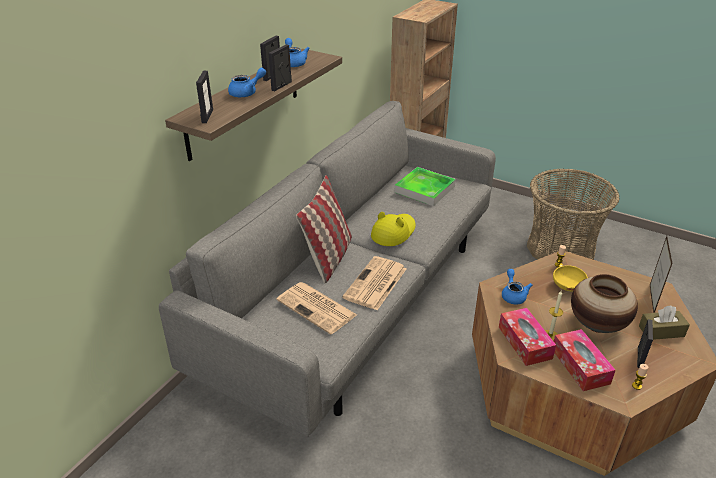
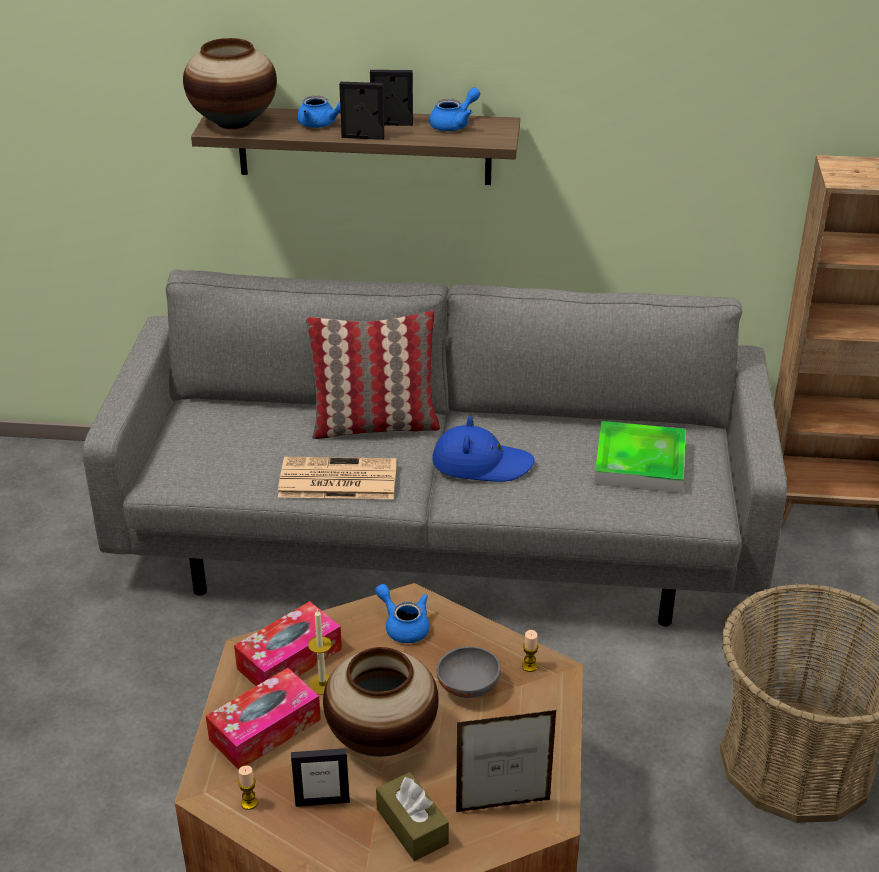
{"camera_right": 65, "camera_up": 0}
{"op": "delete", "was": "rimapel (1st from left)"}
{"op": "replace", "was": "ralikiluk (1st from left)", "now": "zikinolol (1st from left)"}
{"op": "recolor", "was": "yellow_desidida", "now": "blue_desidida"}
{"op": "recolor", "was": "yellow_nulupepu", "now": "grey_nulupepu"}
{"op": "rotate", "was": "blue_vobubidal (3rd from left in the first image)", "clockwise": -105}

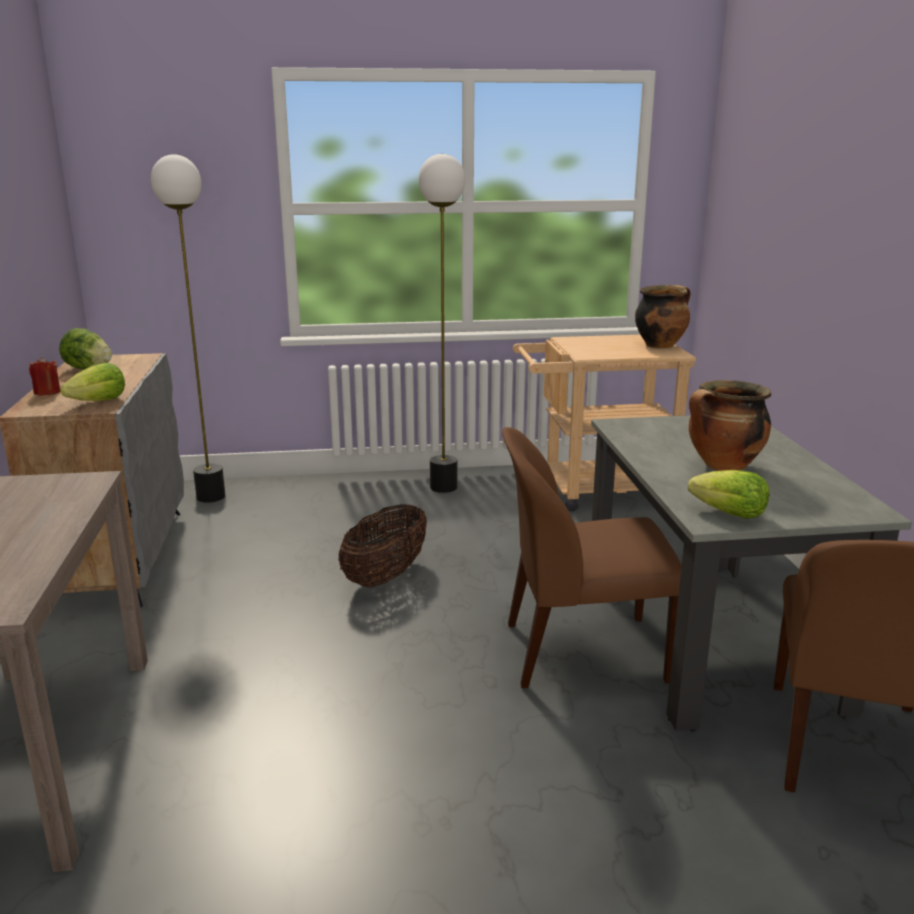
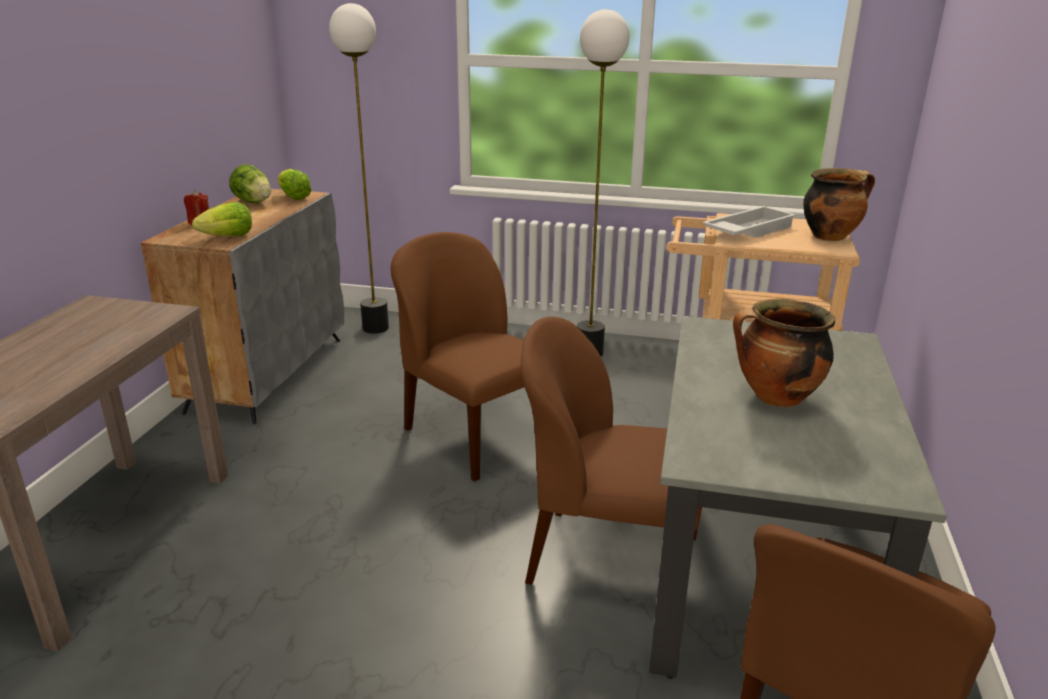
{"camera_right": 20, "camera_up": 5}
{"op": "insert", "now": "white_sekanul"}
{"op": "move", "was": "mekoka (3rd from left)"}
{"op": "replace", "was": "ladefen", "now": "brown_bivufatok (1st from left)"}

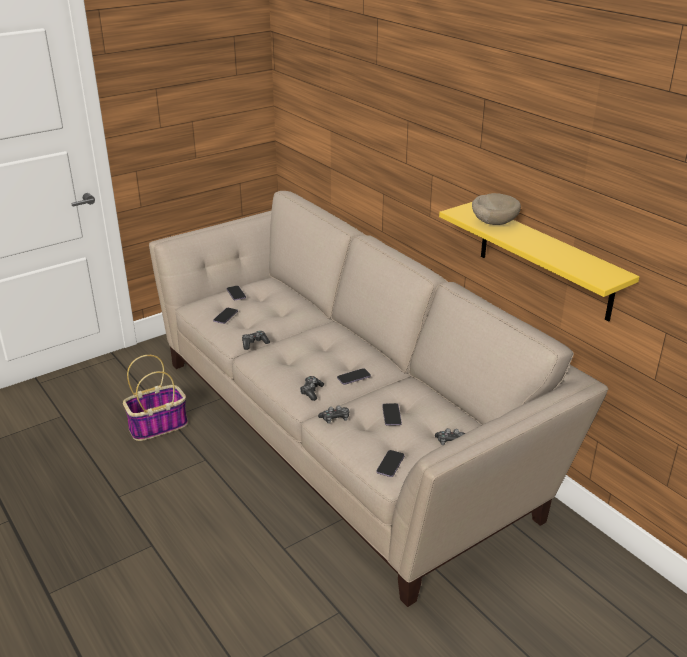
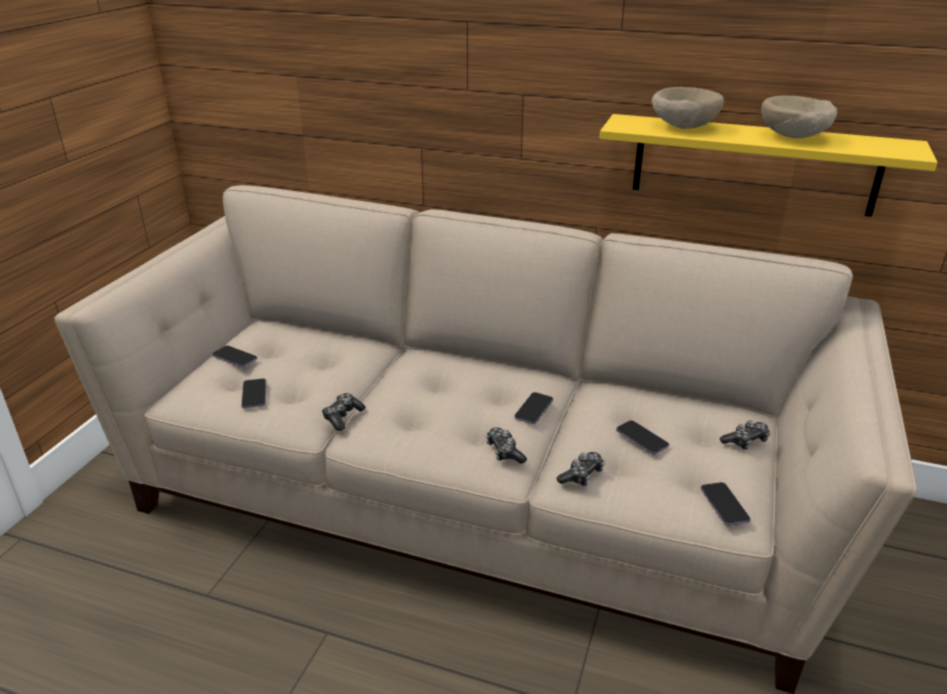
{"camera_right": -35, "camera_up": 0}
{"op": "delete", "was": "ladefen"}
{"op": "insert", "now": "beige_nulupepu (2nd from left)"}

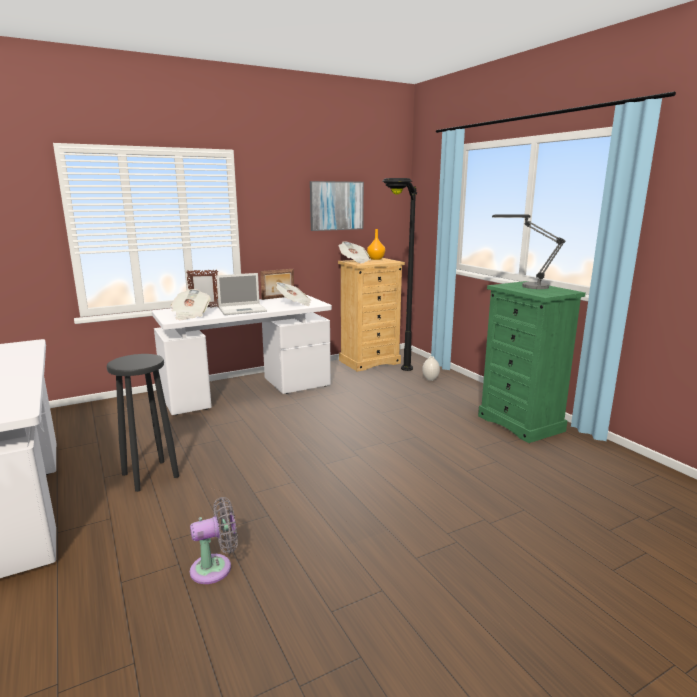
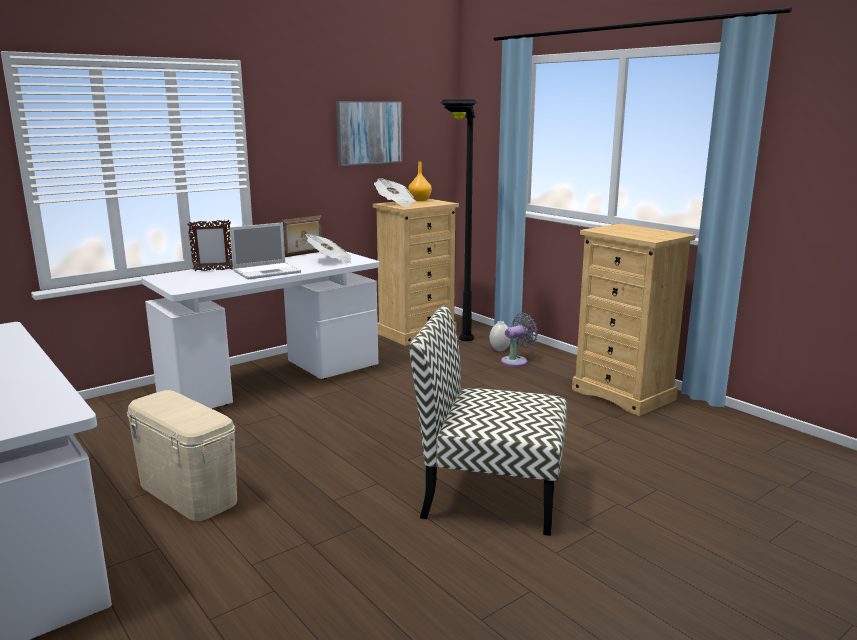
{"camera_right": -10, "camera_up": 0}
{"op": "delete", "was": "rimapel (1st from left)"}
{"op": "delete", "was": "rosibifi"}
{"op": "insert", "now": "bivufatok"}
{"op": "move", "was": "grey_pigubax"}
{"op": "replace", "was": "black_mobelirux", "now": "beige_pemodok"}
{"op": "recolor", "was": "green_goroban", "now": "beige_goroban (2nd from left)"}

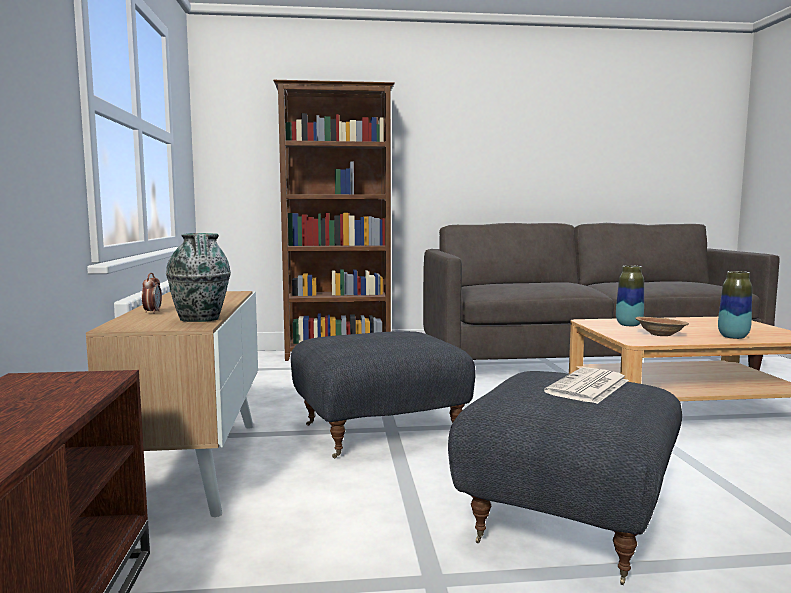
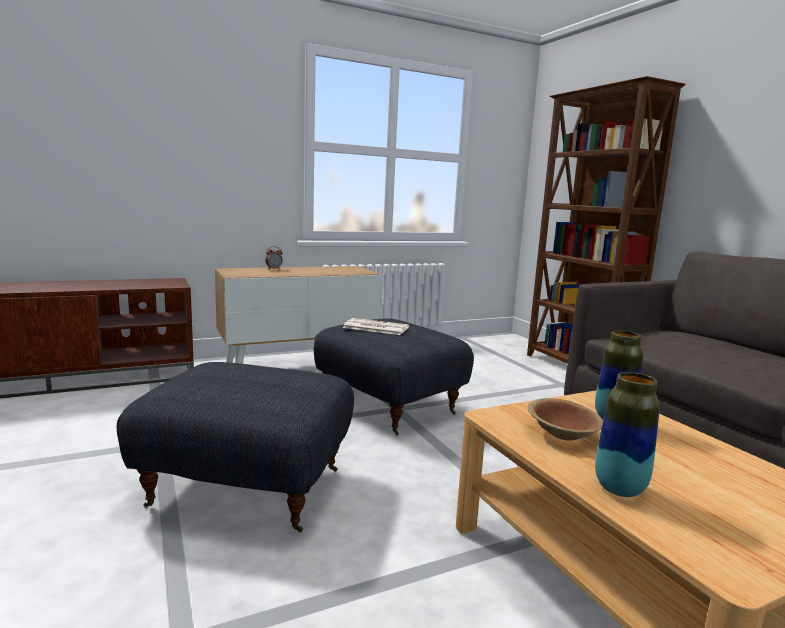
{"camera_right": 70, "camera_up": 5}
{"op": "delete", "was": "zikinolol (1st from left)"}
{"op": "move", "was": "rimapel"}

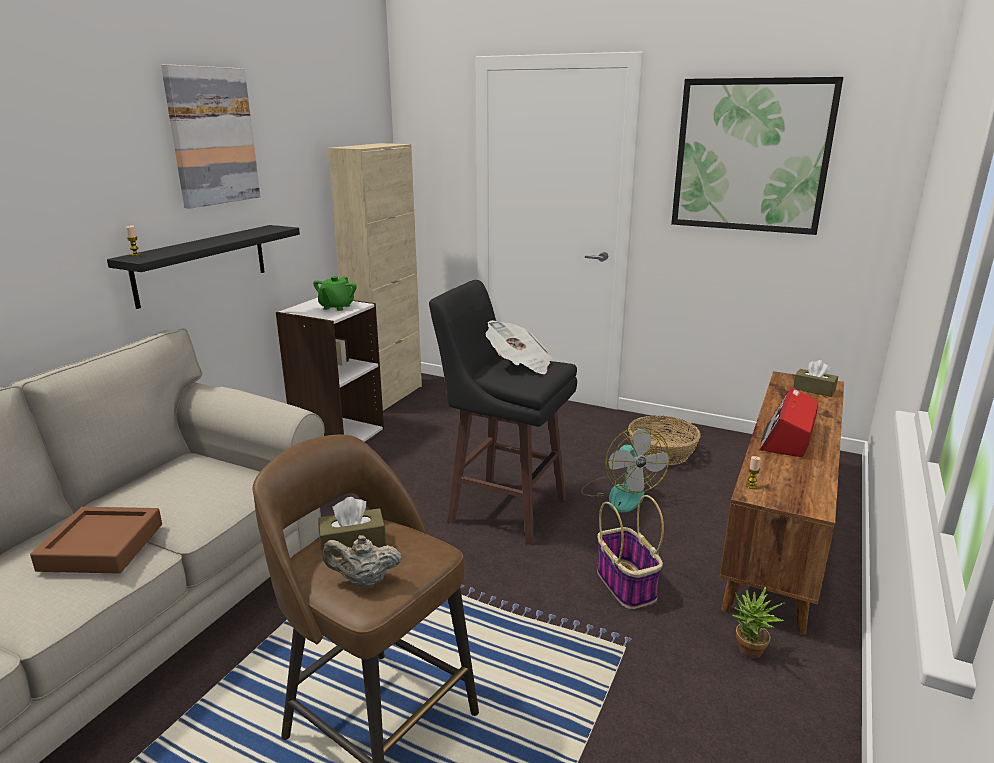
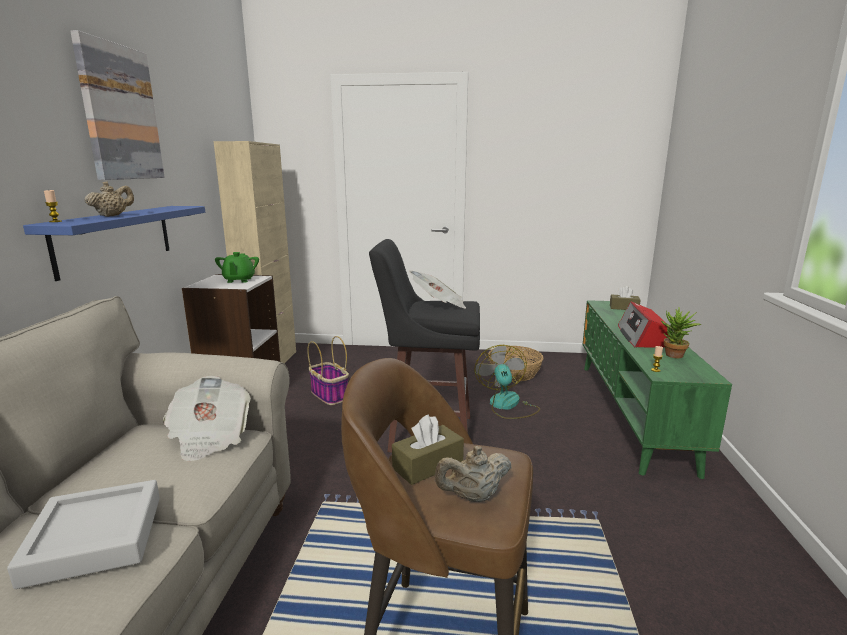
{"camera_right": -20, "camera_up": -5}
{"op": "delete", "was": "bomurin (2nd from left)"}
{"op": "insert", "now": "beige_vobubidal (1st from left)"}
{"op": "insert", "now": "rimapel (1st from left)"}
{"op": "move", "was": "ladefen (1st from left)"}
{"op": "move", "was": "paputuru"}
{"op": "recolor", "was": "brown_sekanul", "now": "grey_sekanul"}
{"op": "recolor", "was": "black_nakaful", "now": "blue_nakaful"}
{"op": "recolor", "was": "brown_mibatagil", "now": "green_mibatagil"}
{"op": "rotate", "was": "pigubax", "clockwise": -150}

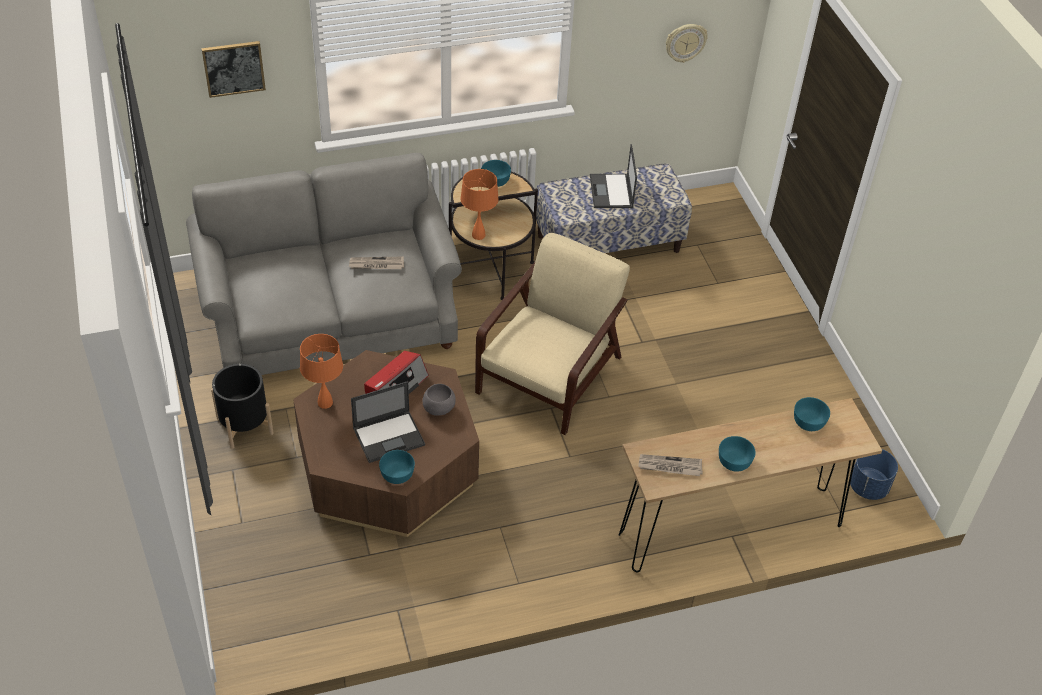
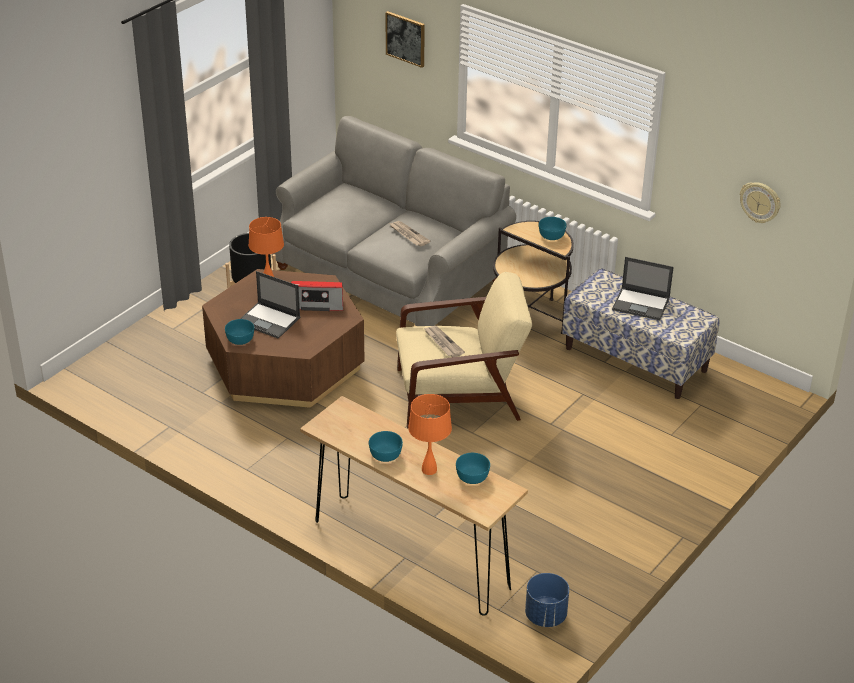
{"camera_right": 55, "camera_up": -10}
{"op": "delete", "was": "grey_nulupepu"}
{"op": "move", "was": "orange_rosibifi (2nd from left)"}
{"op": "move", "was": "rimapel (2nd from left)"}
{"op": "rotate", "was": "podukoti (2nd from left)", "clockwise": -120}

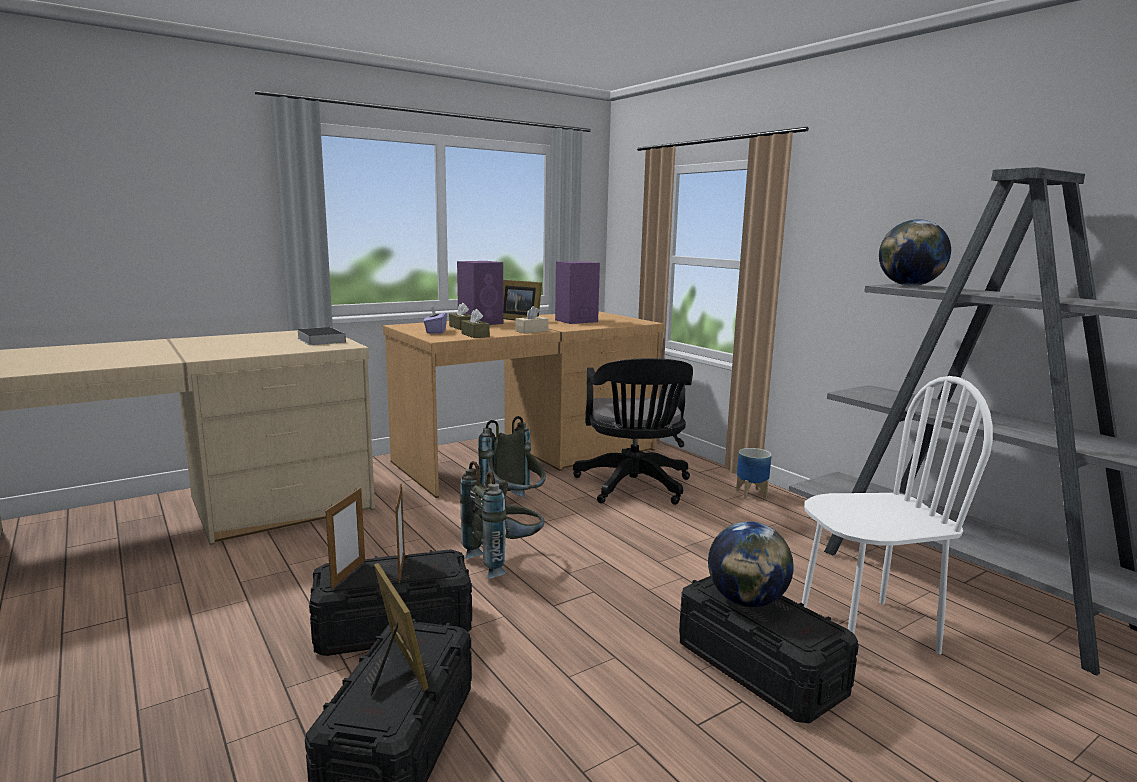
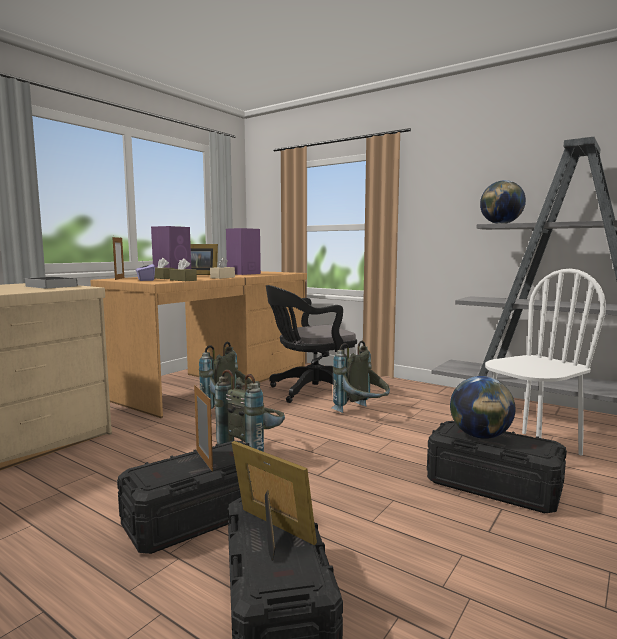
{"camera_right": -20, "camera_up": -5}
{"op": "delete", "was": "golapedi"}
{"op": "insert", "now": "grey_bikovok (3rd from left)"}
{"op": "move", "was": "ralikiluk (1st from left)"}
{"op": "rotate", "was": "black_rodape", "clockwise": 90}

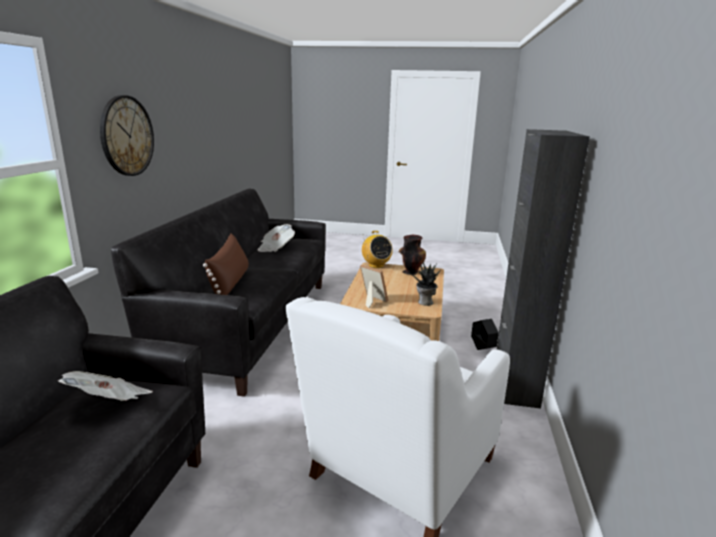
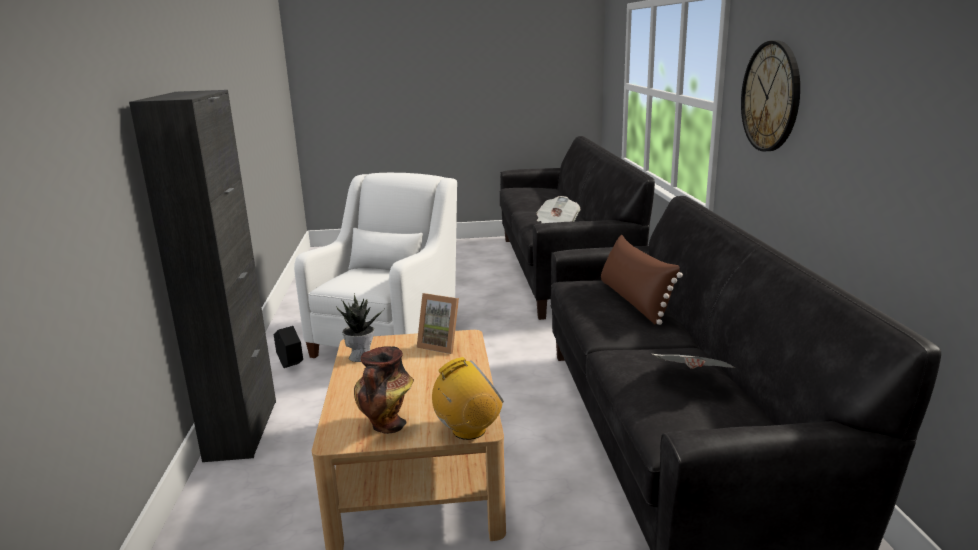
{"camera_right": 165, "camera_up": 0}
{"op": "move", "was": "black_golapedi"}
{"op": "rotate", "was": "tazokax", "clockwise": 105}

